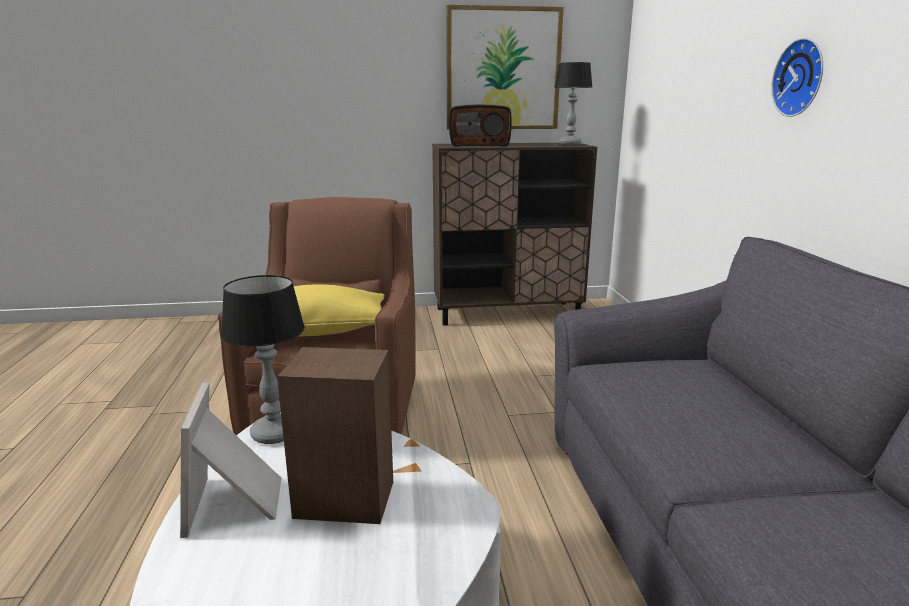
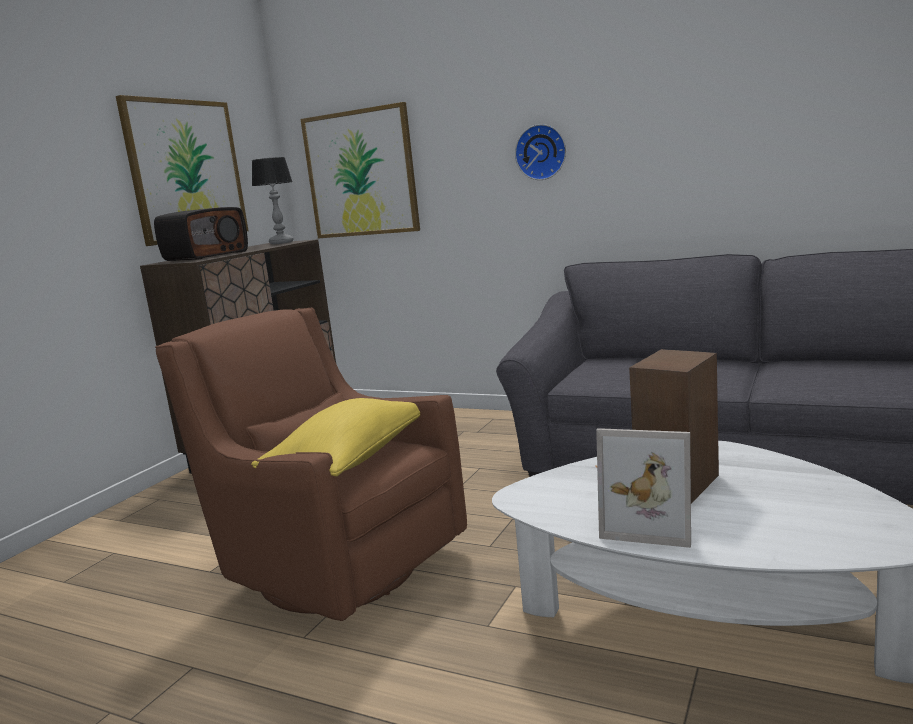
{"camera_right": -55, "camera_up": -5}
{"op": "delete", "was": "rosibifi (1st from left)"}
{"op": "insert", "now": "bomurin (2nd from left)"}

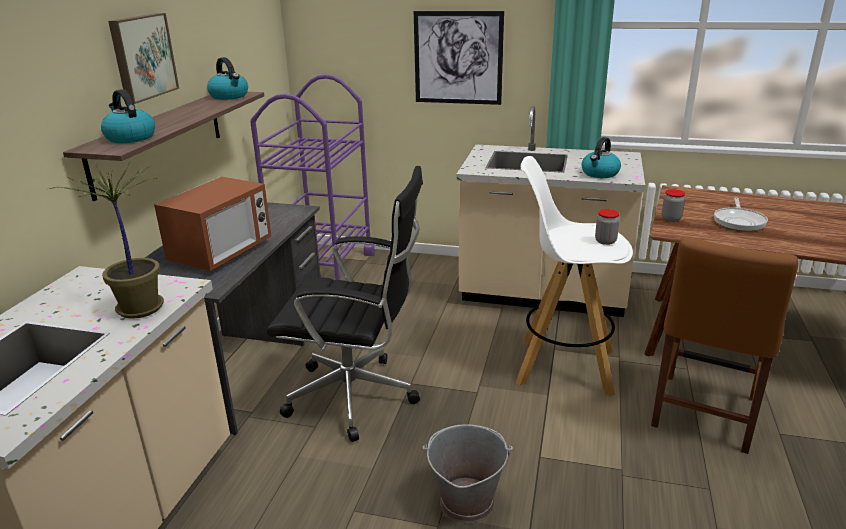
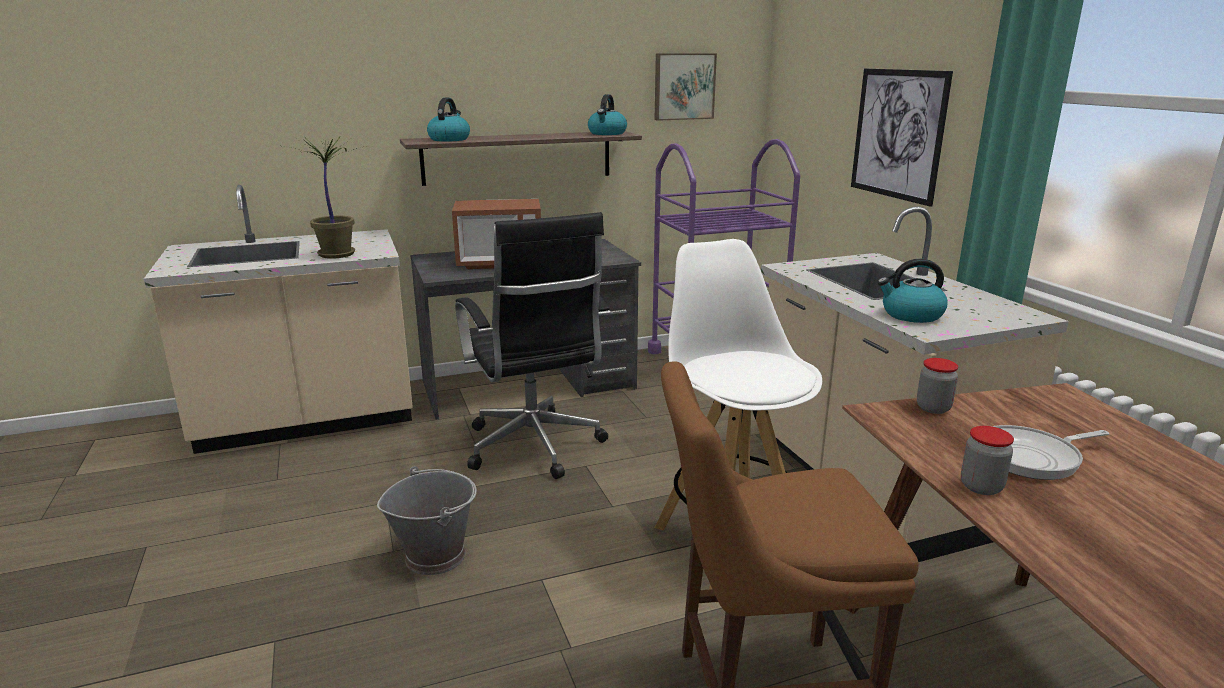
{"camera_right": 55, "camera_up": -5}
{"op": "move", "was": "bomurin (1st from left)"}
{"op": "move", "was": "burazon (1st from left in the first image)", "now": "burazon (2nd from left)"}

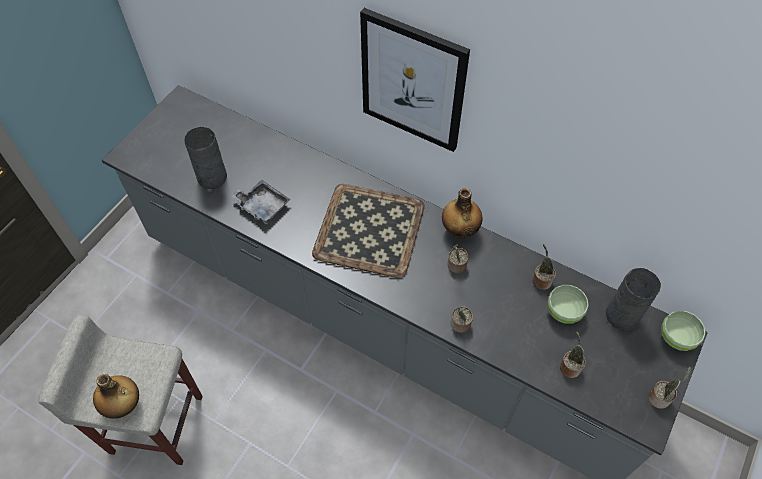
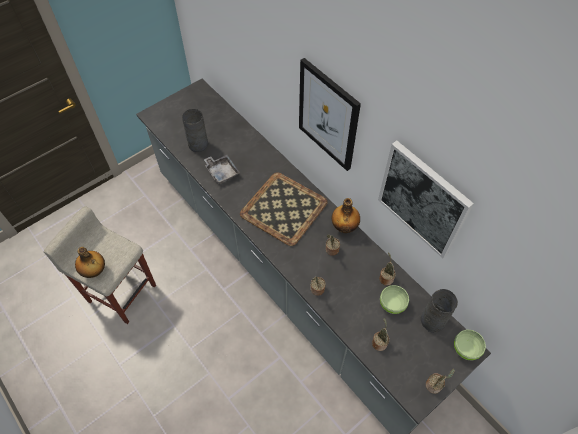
{"camera_right": 20, "camera_up": 0}
{"op": "insert", "now": "bomurin (2nd from left)"}

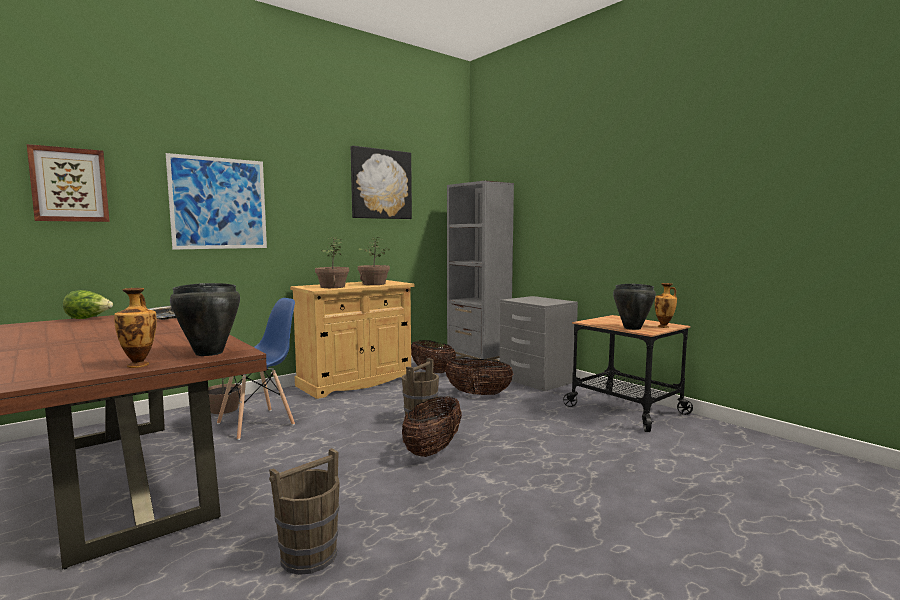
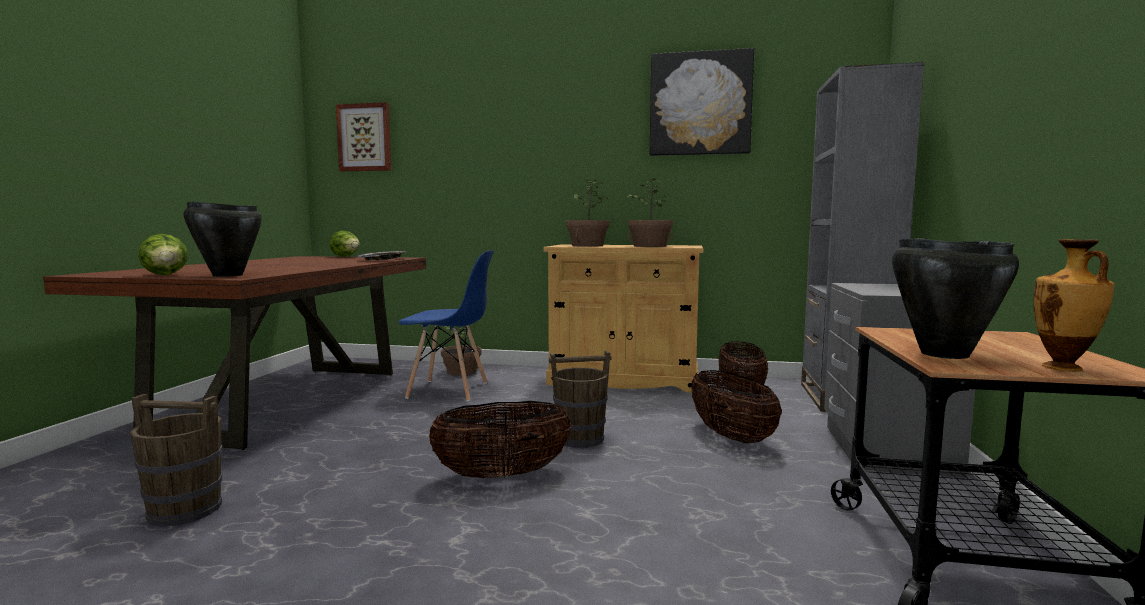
{"camera_right": 50, "camera_up": 0}
{"op": "delete", "was": "bomurin (2nd from left)"}
{"op": "replace", "was": "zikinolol (1st from left)", "now": "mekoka (1st from left)"}

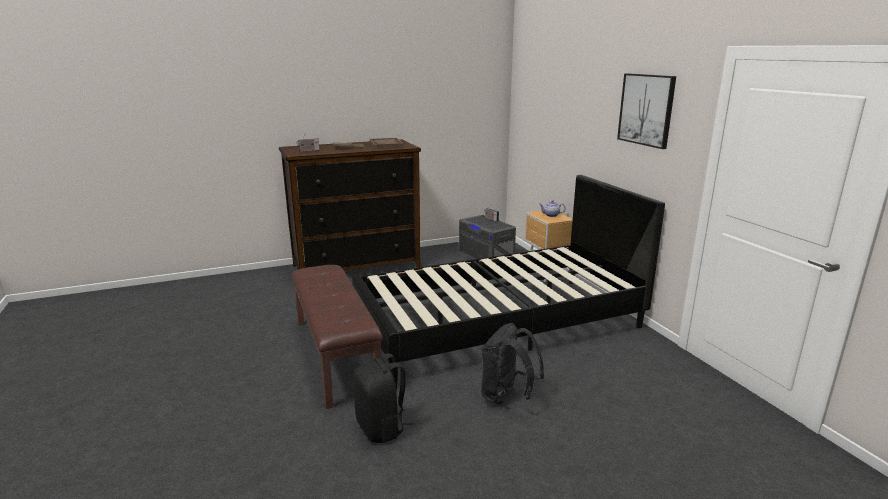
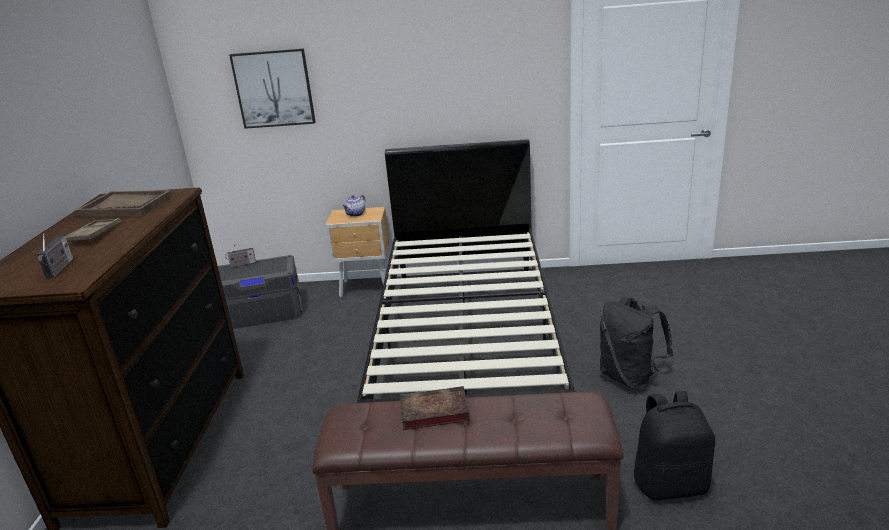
{"camera_right": -65, "camera_up": 5}
{"op": "insert", "now": "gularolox"}
{"op": "move", "was": "bomurin"}

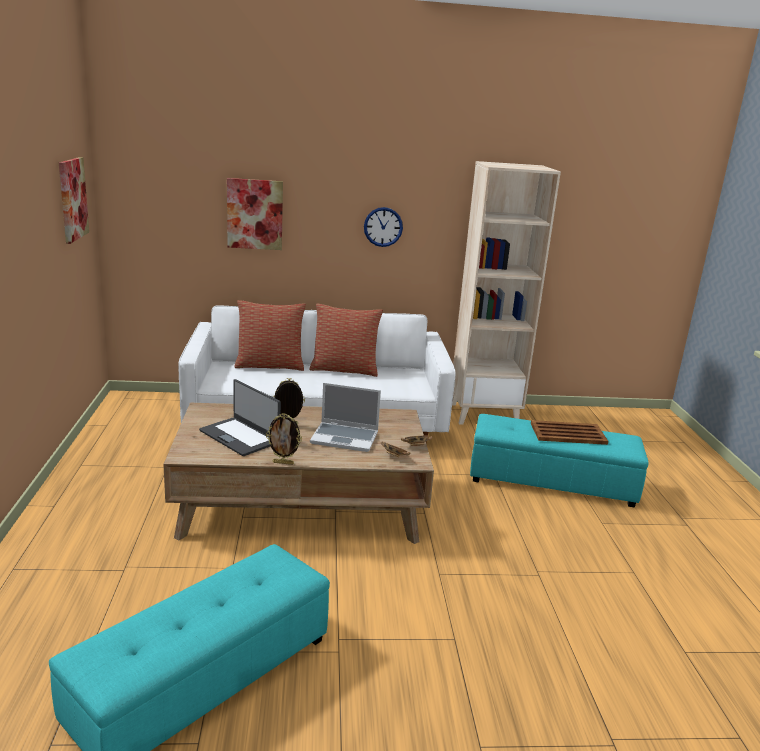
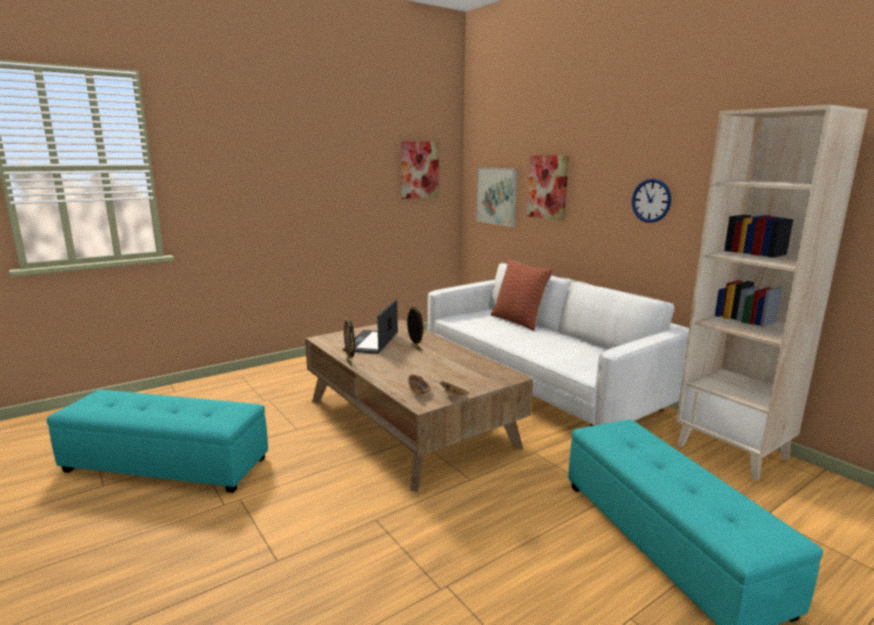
{"camera_right": 60, "camera_up": -5}
{"op": "delete", "was": "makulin (2nd from left)"}
{"op": "delete", "was": "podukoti (2nd from left)"}
{"op": "delete", "was": "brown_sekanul"}
{"op": "insert", "now": "bomurin (2nd from left)"}

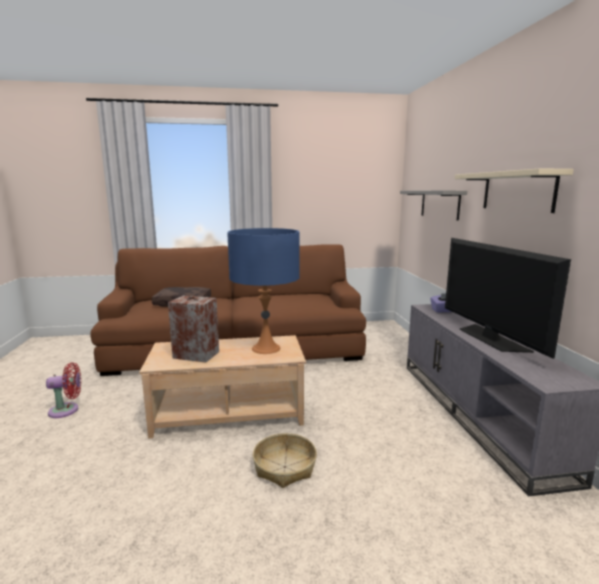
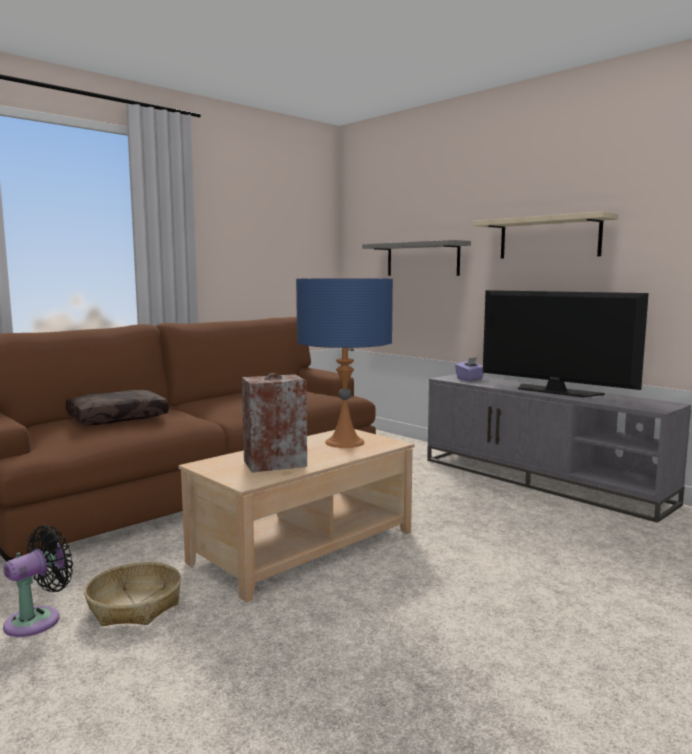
{"camera_right": -35, "camera_up": -5}
{"op": "move", "was": "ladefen"}
{"op": "recolor", "was": "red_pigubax", "now": "black_pigubax"}

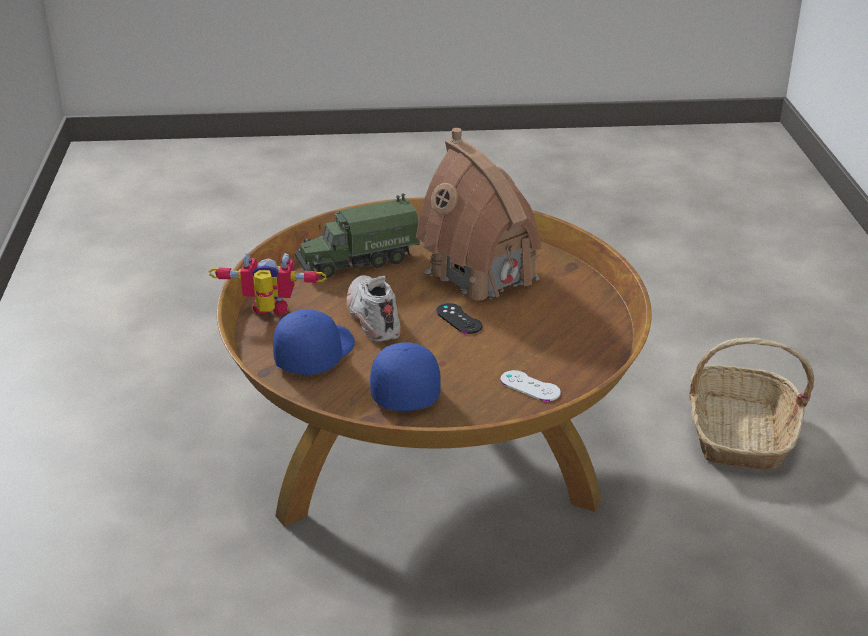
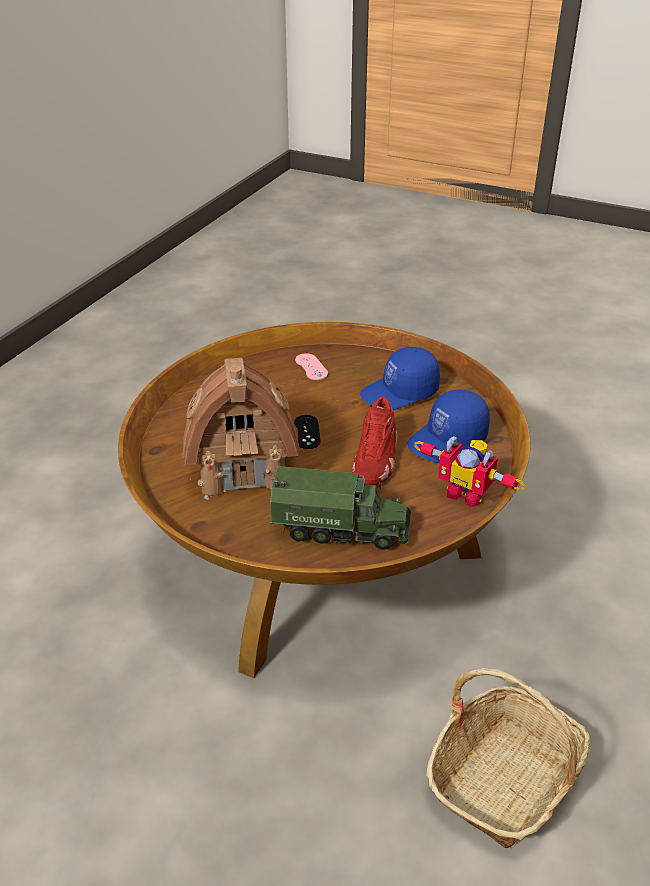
{"camera_right": -150, "camera_up": 5}
{"op": "move", "was": "ladefen"}
{"op": "recolor", "was": "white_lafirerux", "now": "red_lafirerux"}
{"op": "recolor", "was": "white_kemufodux", "now": "pink_kemufodux"}
{"op": "rotate", "was": "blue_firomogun (2nd from left in the first image)", "clockwise": 45}

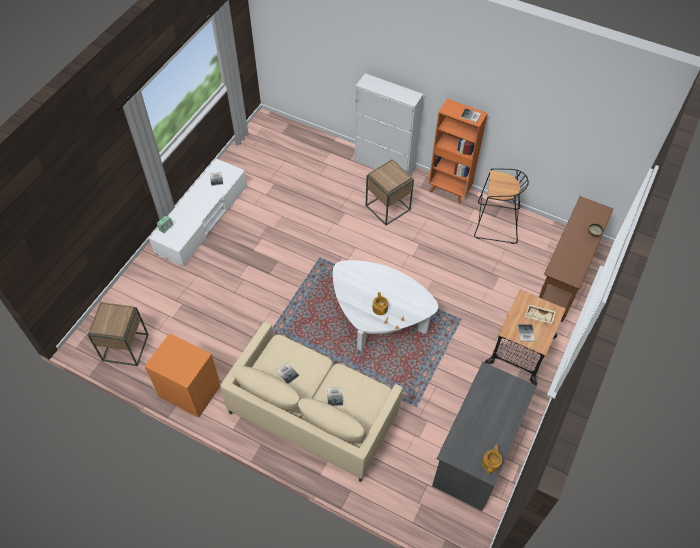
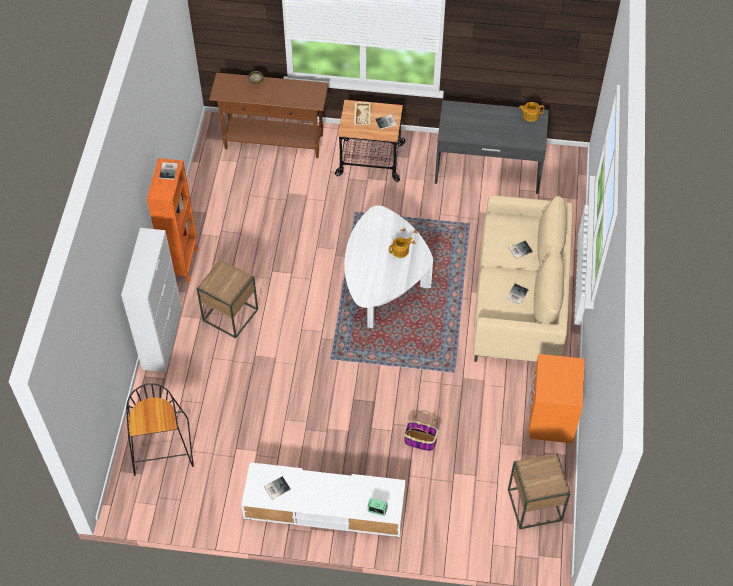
{"camera_right": -110, "camera_up": 0}
{"op": "insert", "now": "ladefen"}
{"op": "move", "was": "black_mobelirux"}

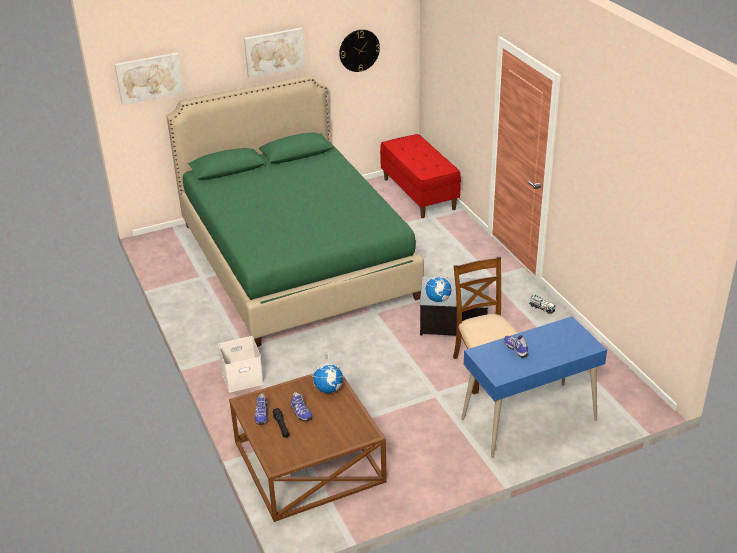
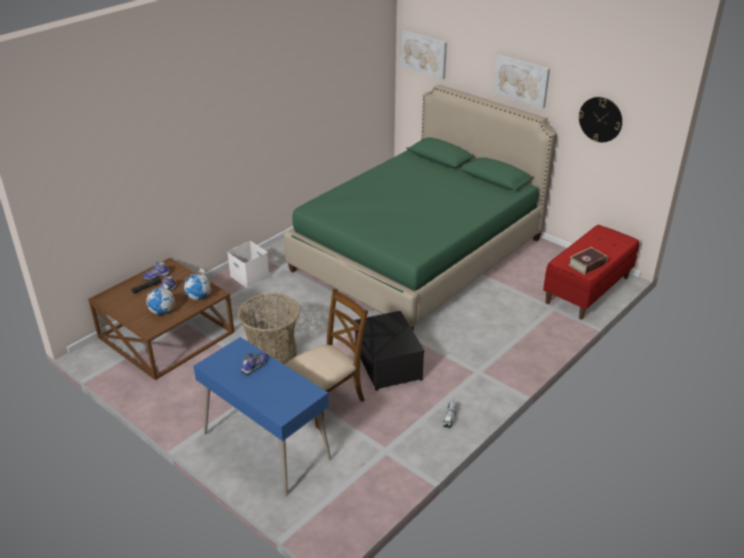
{"camera_right": 65, "camera_up": 0}
{"op": "insert", "now": "ladefen"}
{"op": "insert", "now": "gularolox"}
{"op": "move", "was": "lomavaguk (2nd from left in the first image)", "now": "lomavaguk (1st from left)"}

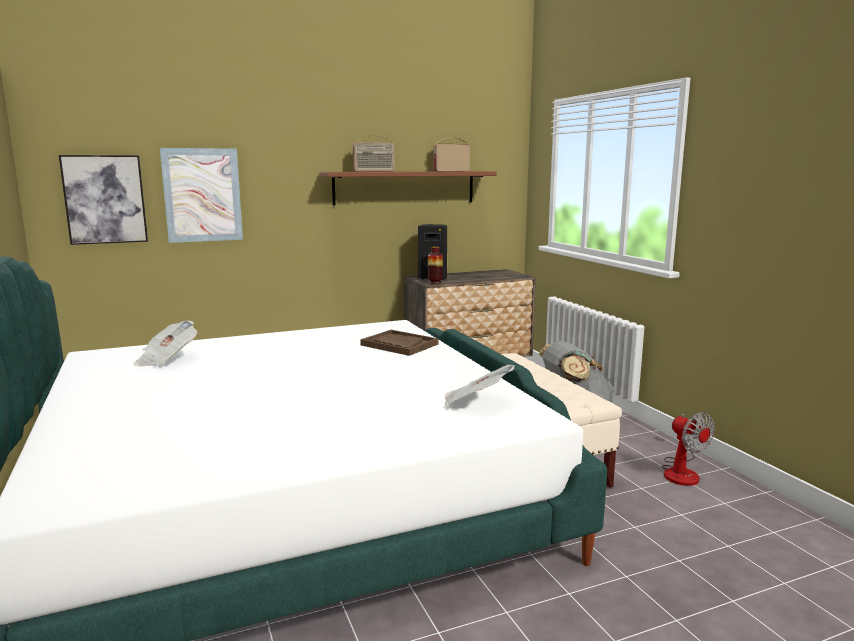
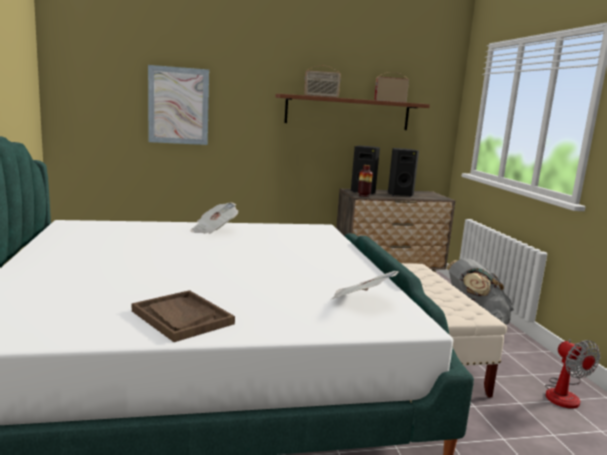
{"camera_right": 10, "camera_up": 0}
{"op": "delete", "was": "bomurin (1st from left)"}
{"op": "insert", "now": "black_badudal (2nd from left)"}
{"op": "move", "was": "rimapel (1st from left)"}
{"op": "move", "was": "brown_sekanul"}

